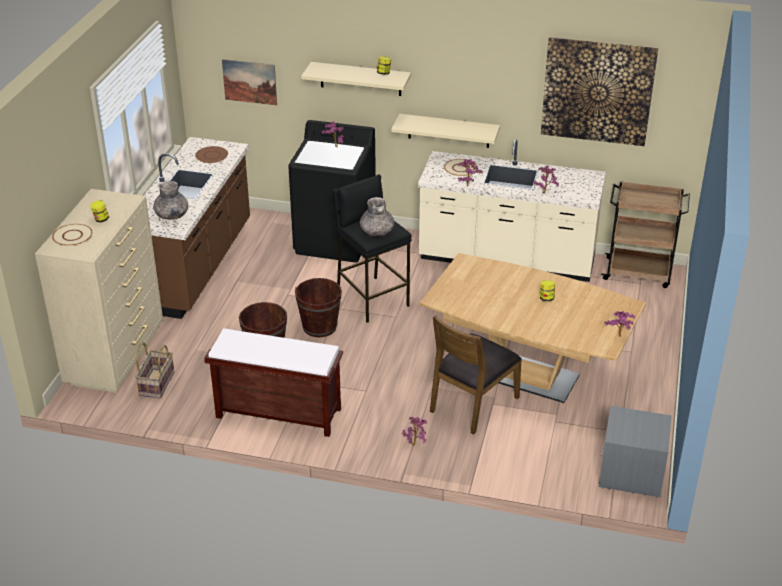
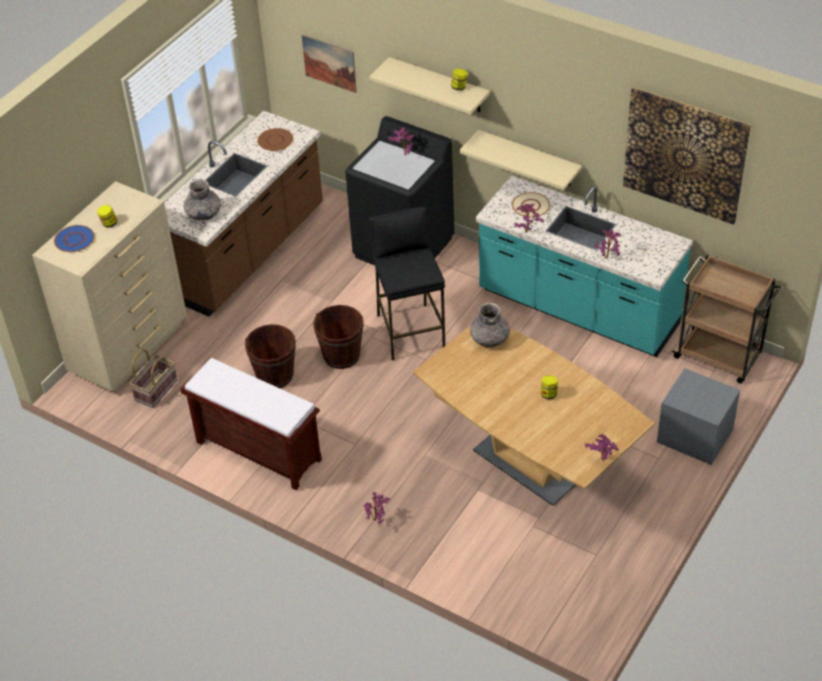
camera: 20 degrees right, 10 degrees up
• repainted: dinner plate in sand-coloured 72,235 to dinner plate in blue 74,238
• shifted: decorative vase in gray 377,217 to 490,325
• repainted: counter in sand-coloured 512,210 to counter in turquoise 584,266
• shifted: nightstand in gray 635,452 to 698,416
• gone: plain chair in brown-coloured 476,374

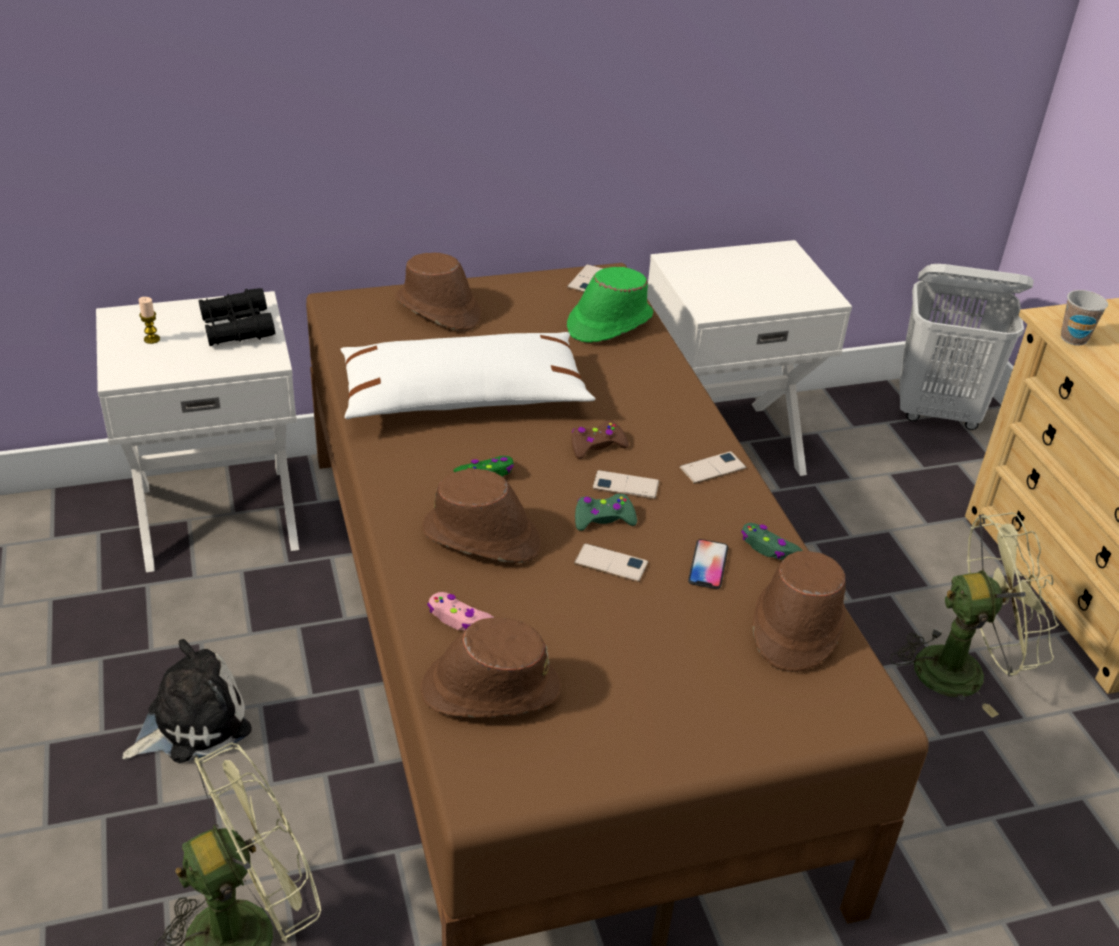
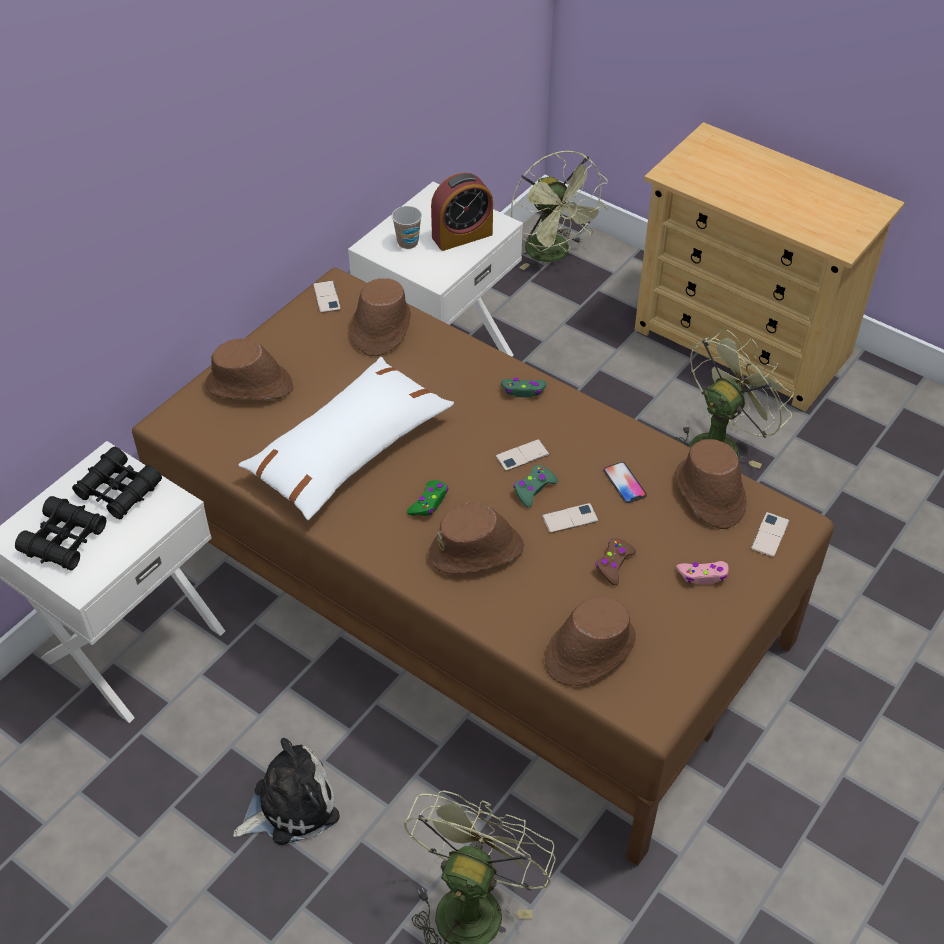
camera: 35 degrees left, 10 degrees up
• swapped: wax candle 149,320 to pair of binoculars in black-coloured 61,533
• rotated: soft toy 187,701 = 286,791 45 degrees clockwise
• repainted: clothing hat in greenish 610,305 to clothing hat in brown-coloured 381,317
• shifted: drinking cup 1084,318 to 407,227
• new: alarm clock 462,212
• shifted: joypad in greenish 772,541 to 523,387
• swapped: laundry basket in white 966,347 to fan in greenish 559,210
• shifted: joypad in brown-coloured 600,440 to 615,562
• shifted: joypad in pink-coloured 460,611 to 703,572
• shifted: telephone 712,467 to 770,534

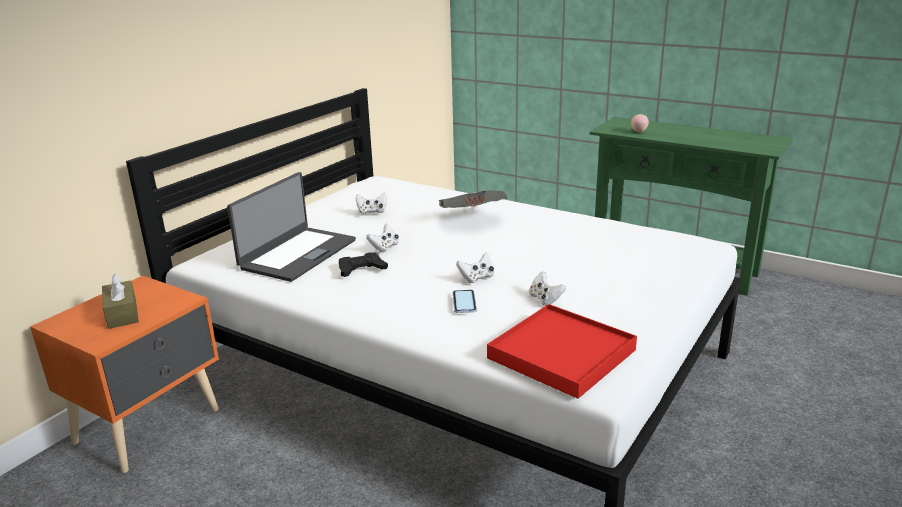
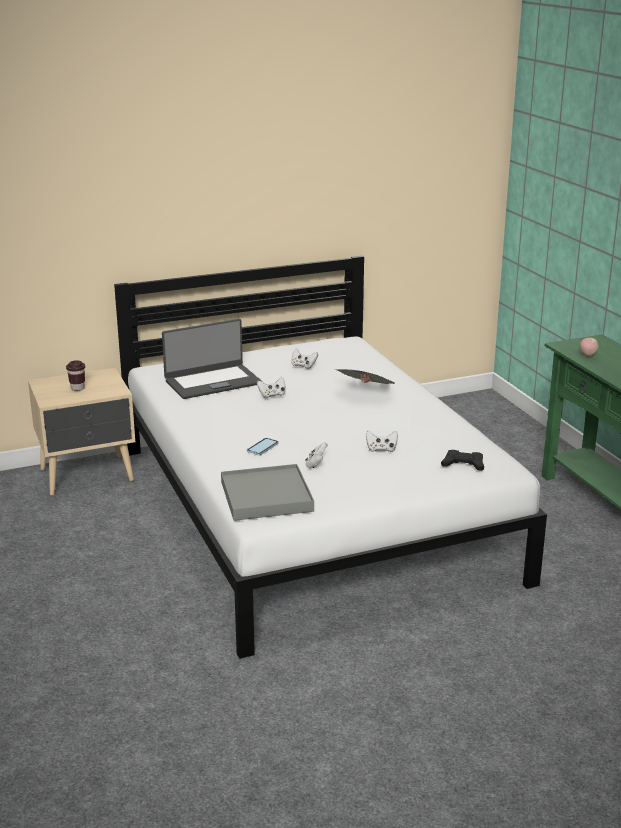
camera: 35 degrees right, 0 degrees up
• repainted: nightstand in orangey 124,374 to nightstand in sand-coloured 81,431
• swapped: tissue box in brown-coloured 120,301 to drinking cup in brown-coloured 75,375
• repainted: carrying tray in reddish 562,351 to carrying tray in gray 267,492
• shifted: joypad in white 475,267 to 382,441
• shifted: joypad in black-coloured 363,264 to 462,460

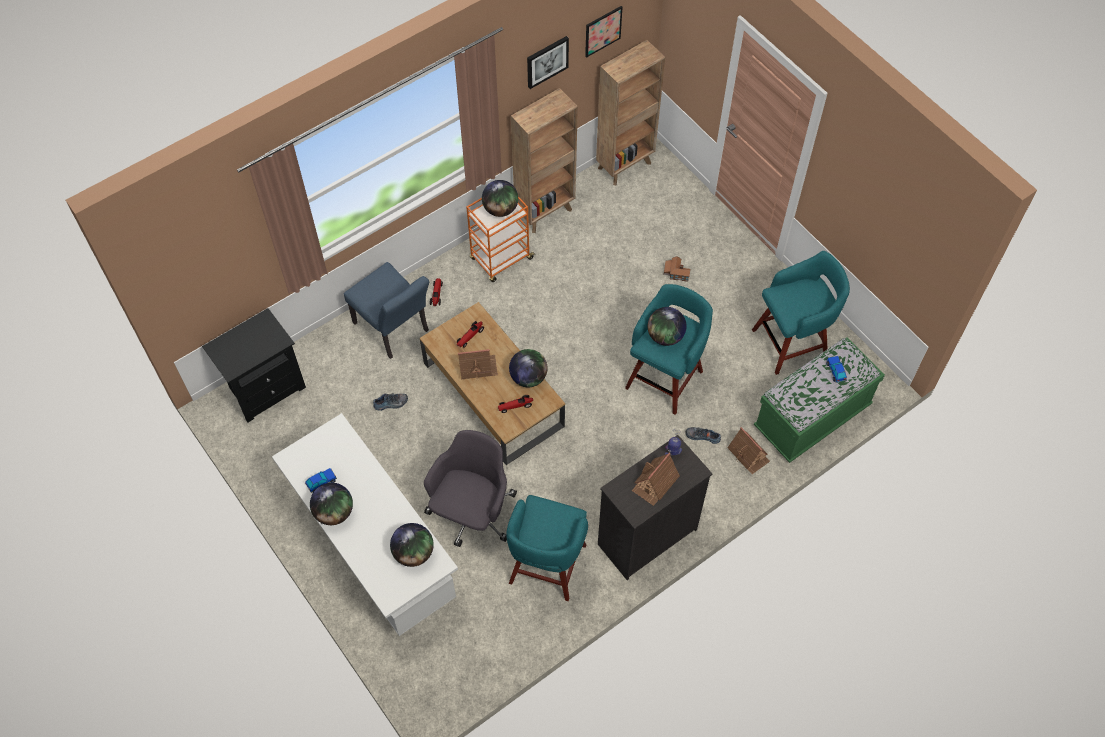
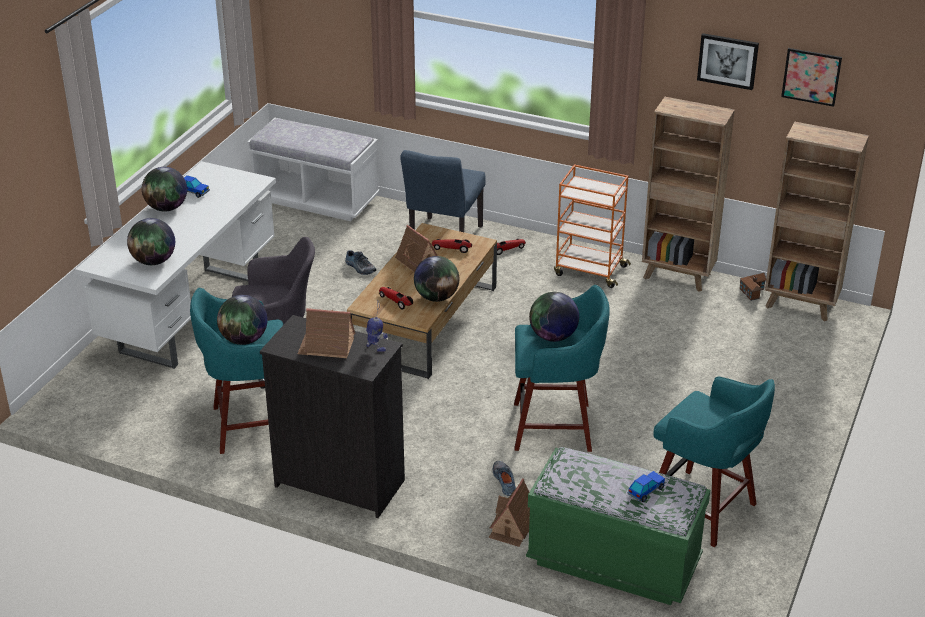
camera: 60 degrees right, 25 degrees down
• shifted: desk globe 500,198 to 242,320
• swapped: nightstand in black-coloured 254,365 to indoor bench in white 313,169
• shifted: toy house 677,269 to 753,287

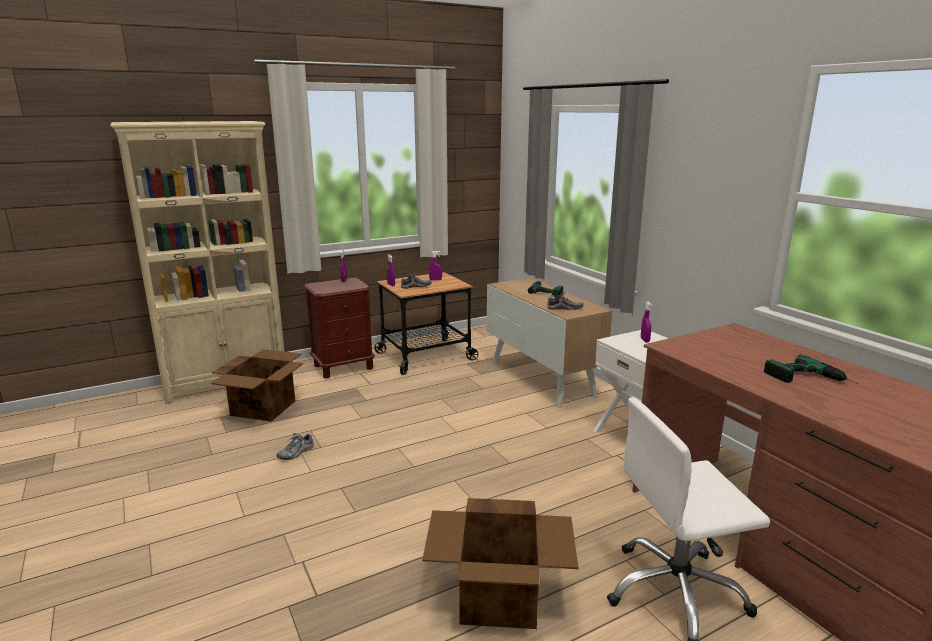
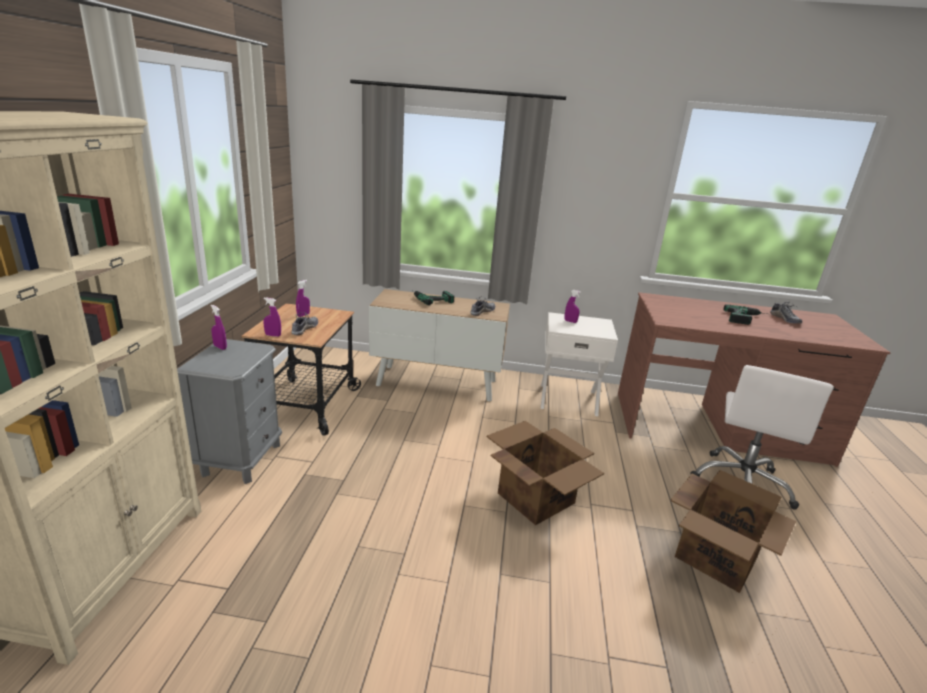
camera: 55 degrees left, 5 degrees up
• repainted: nightstand in brown-coloured 339,328 to nightstand in gray 229,411
• shifted: cardboard box 257,385 to 545,473
• shifted: item of footwear 295,446 to 786,312

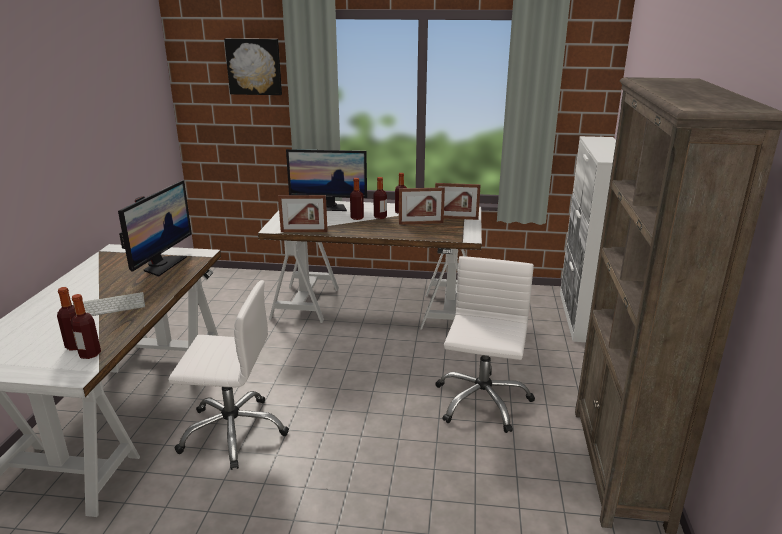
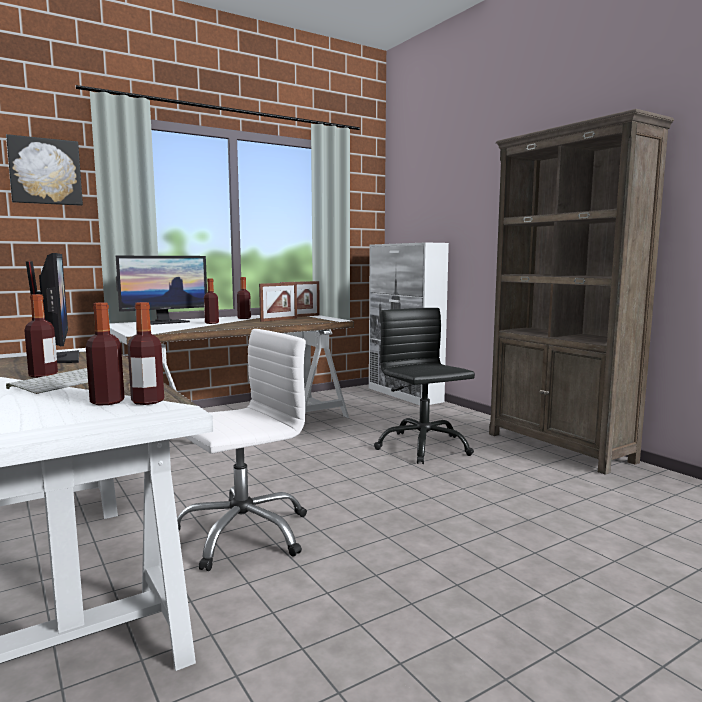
camera: 40 degrees left, 15 degrees down
• shifted: bottle 380,198 to 41,336
• repainted: office chair in white 485,344 to office chair in black-coloured 424,386
• gone: photo frame 303,213

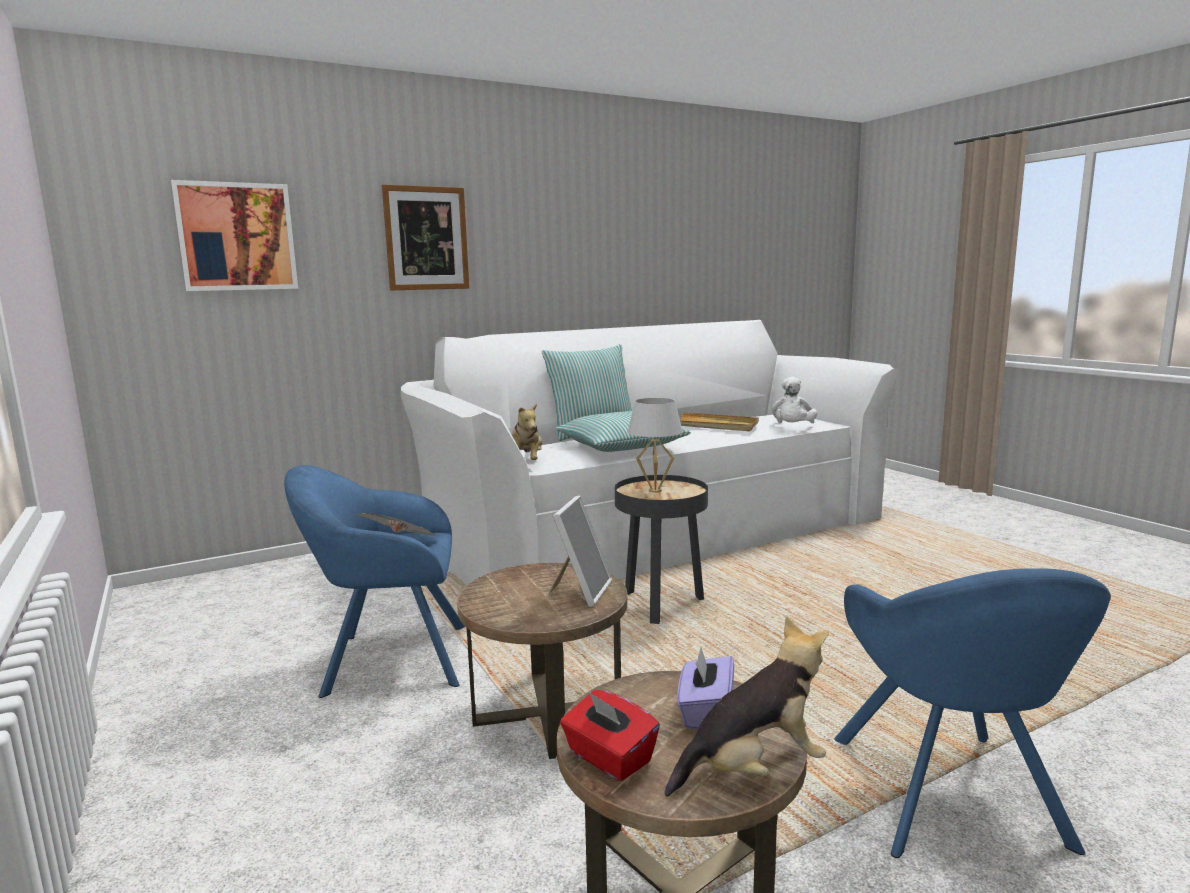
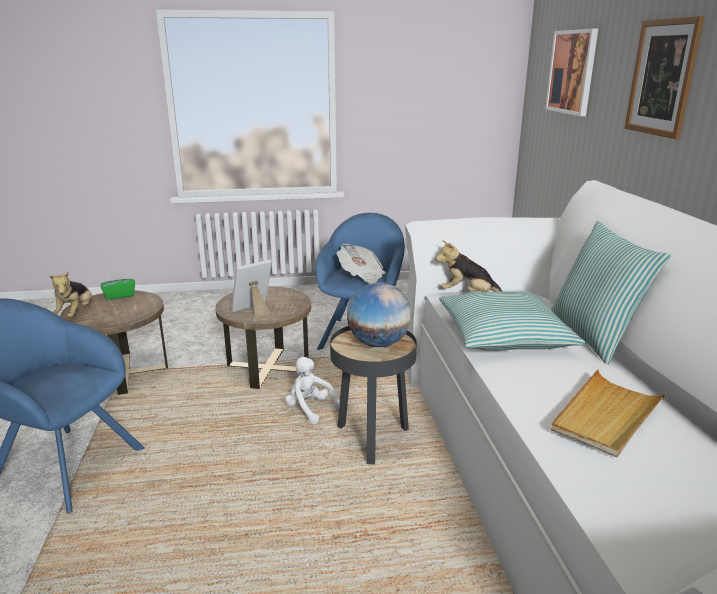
camera: 110 degrees right, 10 degrees up
• repainted: tissue box in reddish 610,735 to tissue box in greenish 118,285
• rotated: photo frame 580,551 = 251,289 105 degrees clockwise
• shifted: soft toy in white 794,400 to 312,390
• swapped: tabletop lamp in white 655,445 to desk globe 379,315
• gone: tissue box in purple 706,689

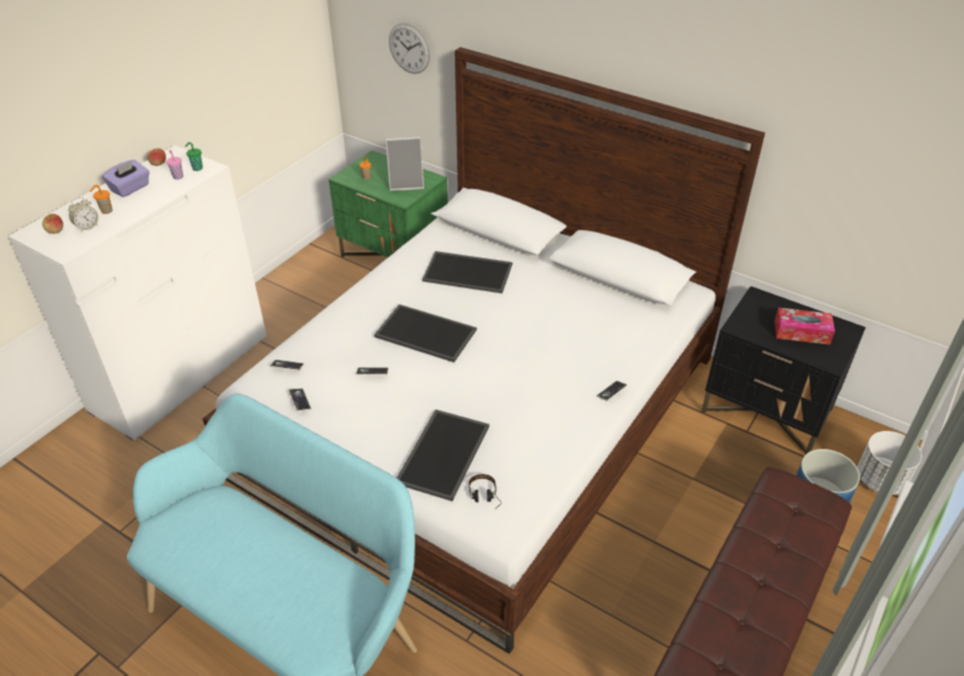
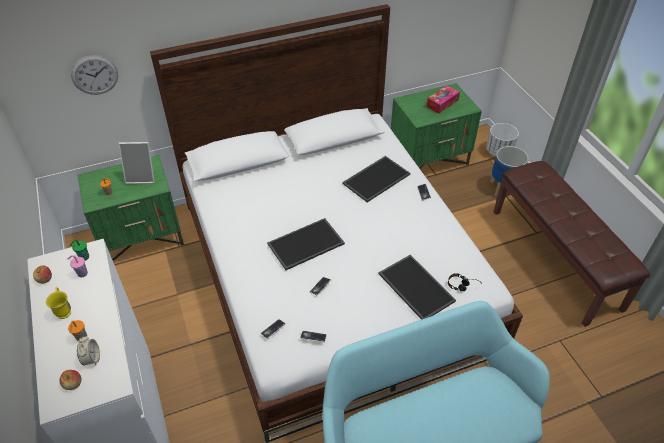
camera: 55 degrees left, 5 degrees up
• swapped: tissue box in purple 126,178 to tea mug in yellowish 58,303
• rotated: photo frame 405,164 = 136,163 60 degrees clockwise
• shifted: carrying tray 467,272 to 376,179
• repainted: nightstand in black-coloured 784,370 to nightstand in greenish 436,126

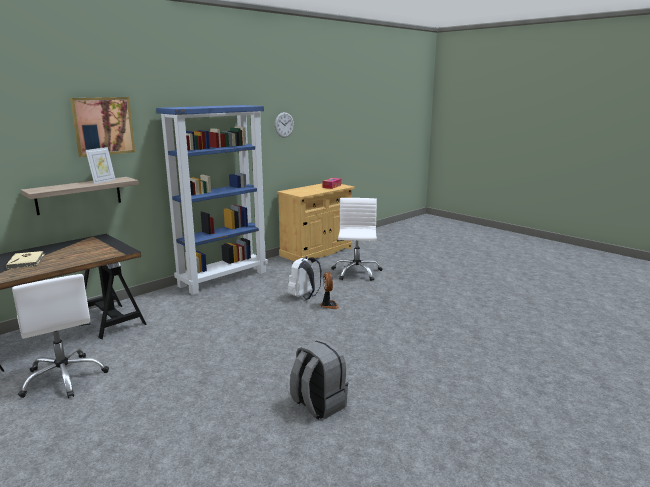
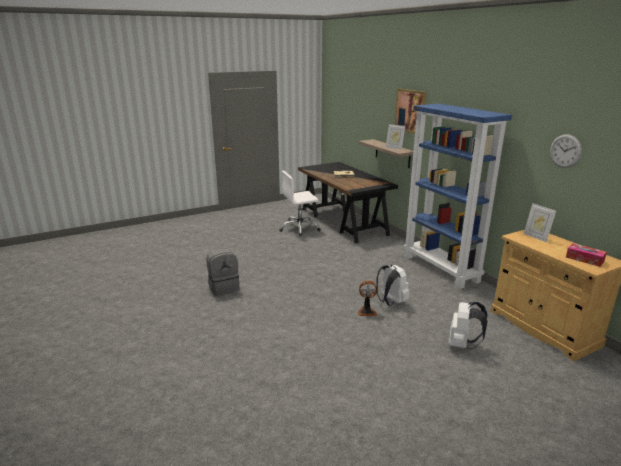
camera: 105 degrees right, 5 degrees up
• swapped: office chair in white 357,239 to knapsack in white 468,325
• new: photo frame 539,222

